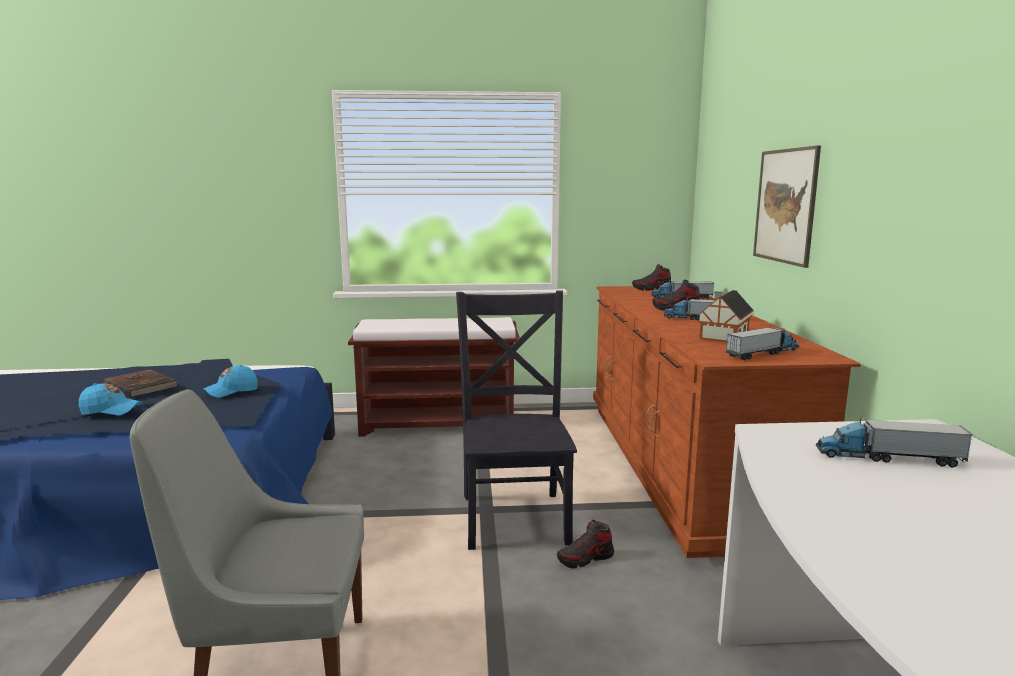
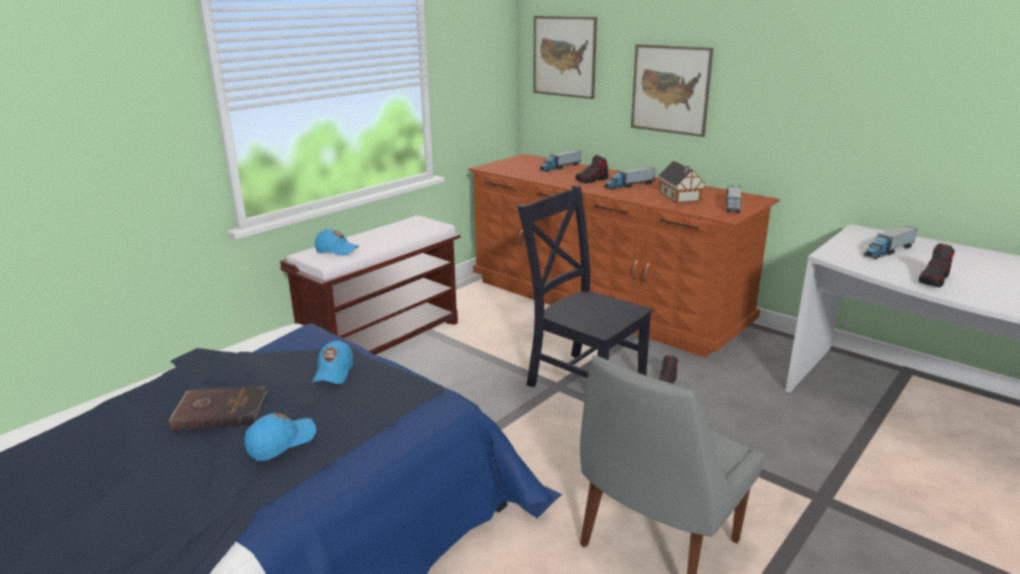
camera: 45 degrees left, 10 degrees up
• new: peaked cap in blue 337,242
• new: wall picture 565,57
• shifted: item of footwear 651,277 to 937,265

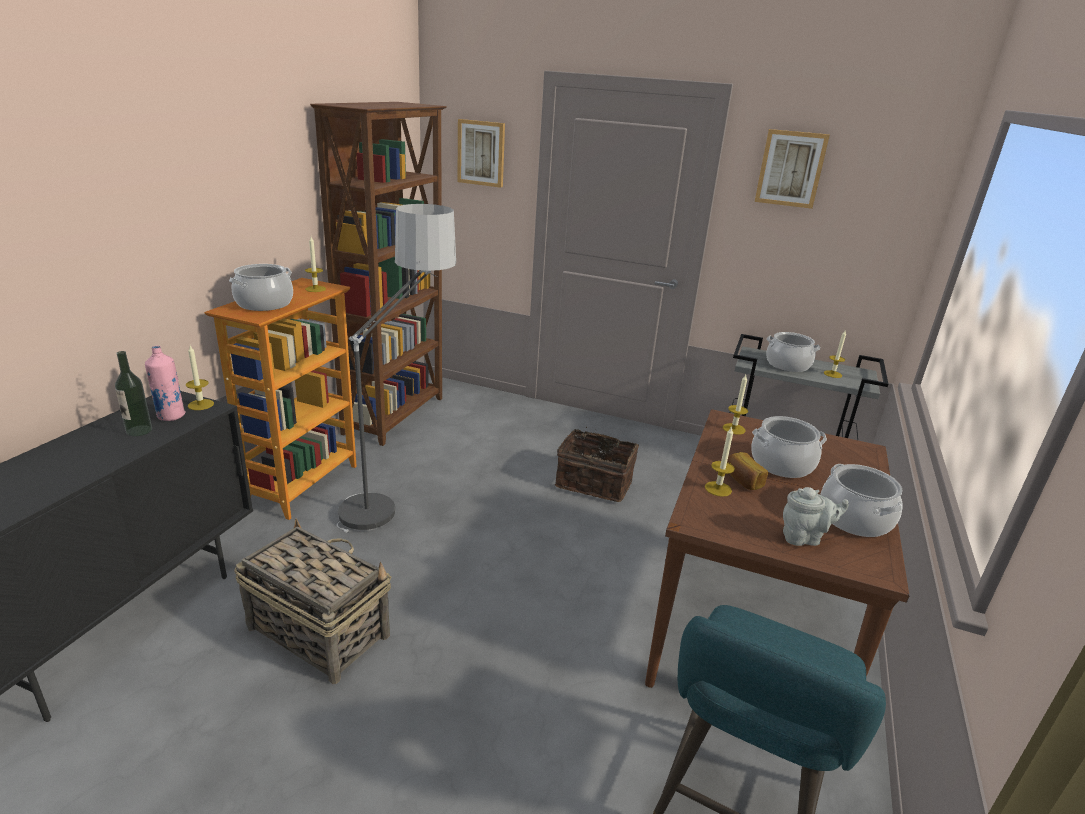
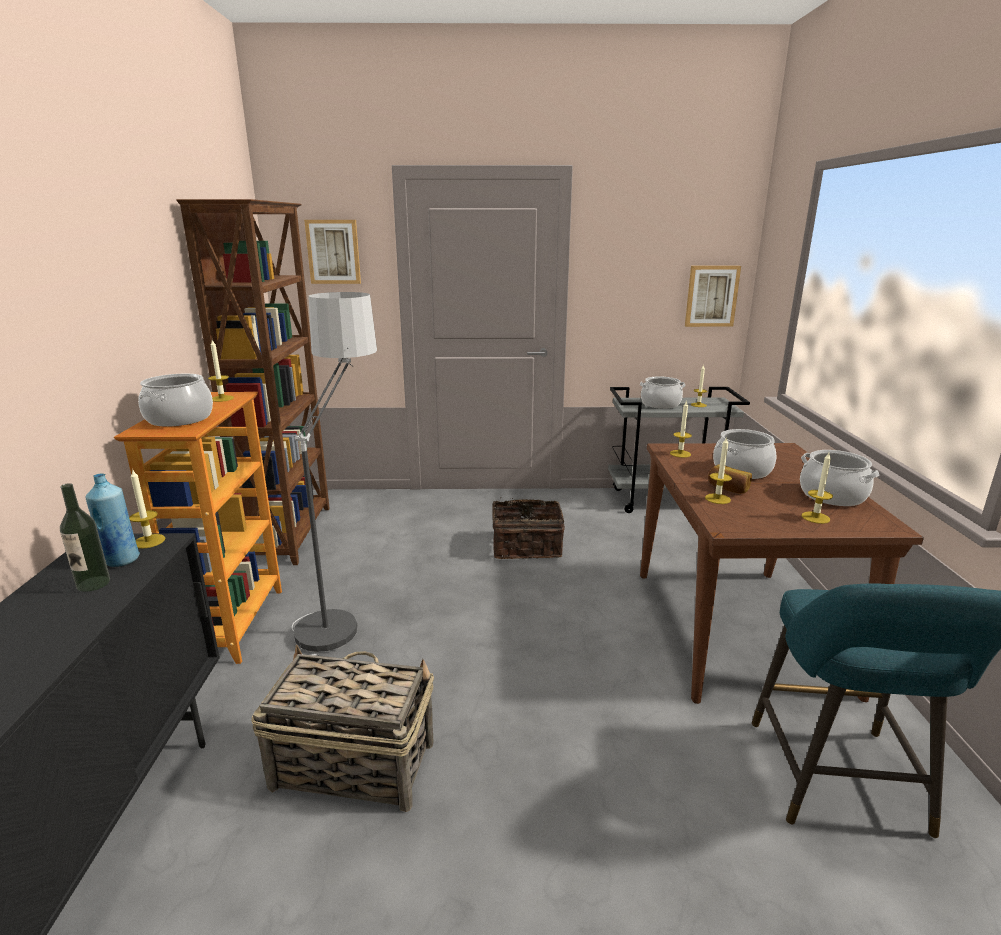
camera: 20 degrees left, 5 degrees down
• repainted: bottle in pink-coloured 165,383 to bottle in blue 113,520
• shifted: wall picture 792,169 to 713,296
• swapped: teapot in gray 816,516 to wax candle 817,488

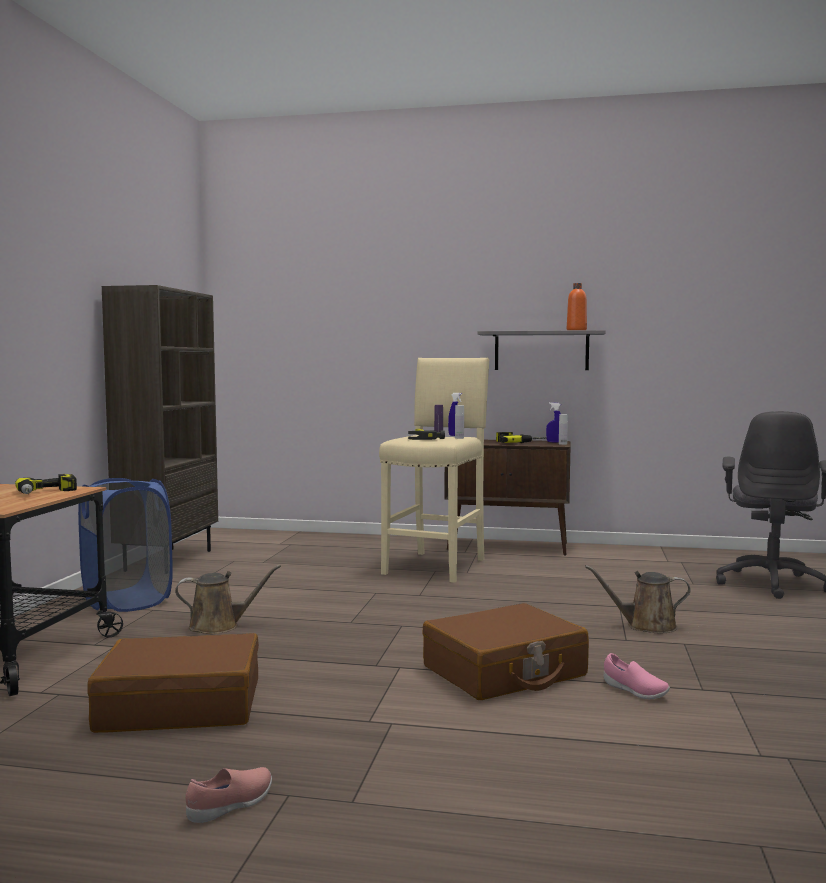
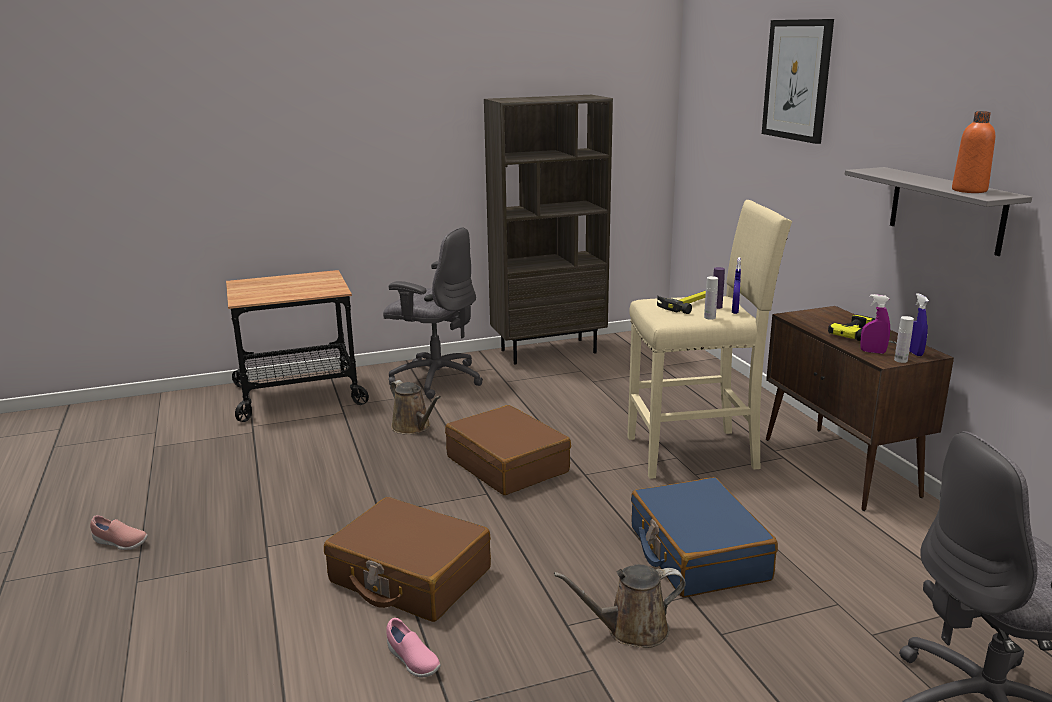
camera: 60 degrees right, 15 degrees up
• swapped: laundry basket in blue 125,545 to office chair in gray 433,313
• rotated: item of footwear in pink-coloured 637,676 = 413,647 60 degrees counterclockwise
• shifted: travel case in brown-coloured 173,683 to 508,450
• rotated: watering pot in brown-coloured 638,599 = 620,606 75 degrees counterclockwise
• new: travel case in blue 704,537
• new: wall picture 798,81
• new: hand sprayer in purple 875,324
• gone: power drill 46,484

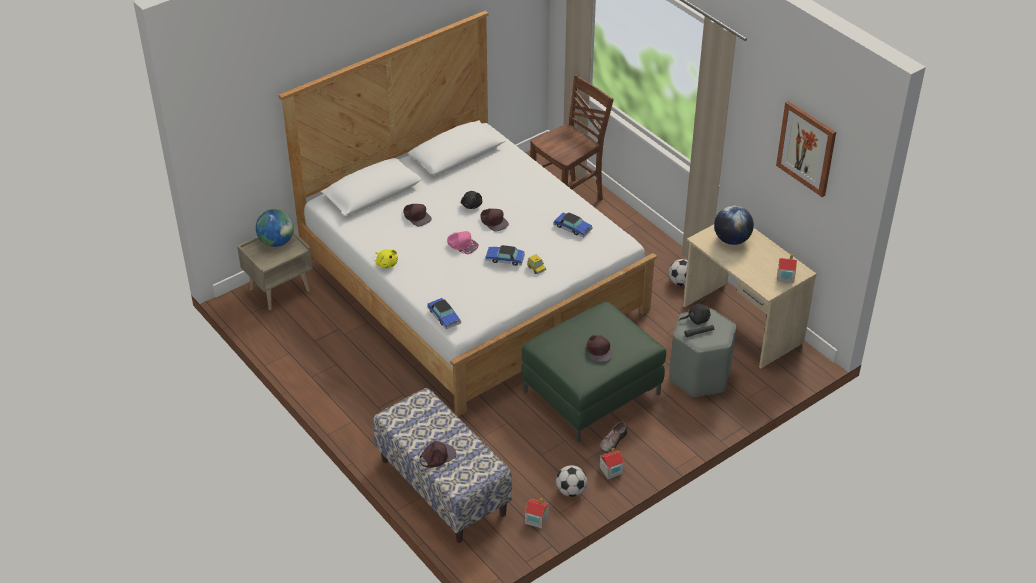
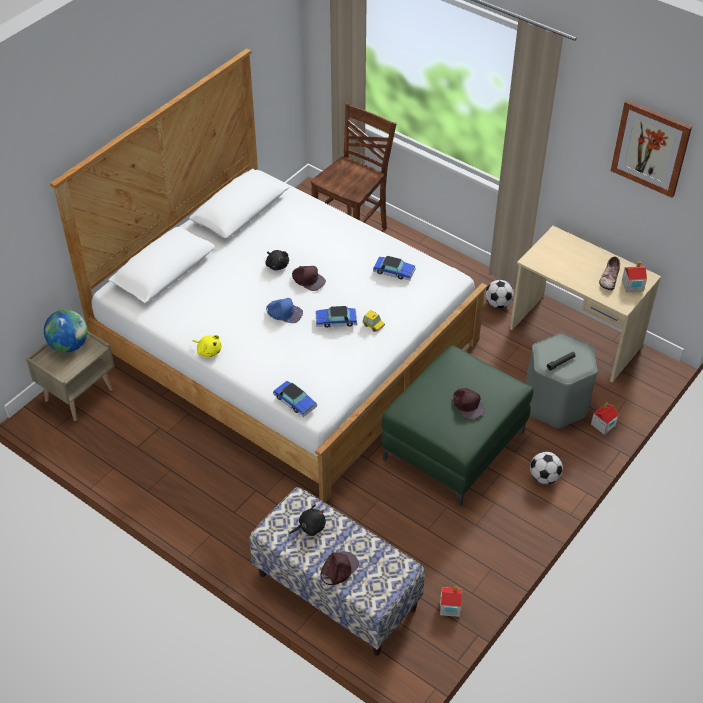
camera: 15 degrees left, 5 degrees up
• repainted: peaked cap in pink-coloured 463,242 to peaked cap in blue 284,310
• shifted: soft toy in black-coloured 694,312 to 308,520
• shifted: football ball 571,481 to 546,468
• shifted: toy house 612,463 to 605,418
• shifted: item of footwear 613,437 to 609,273
• gone: peaked cap in brown-coloured 417,215
• gone: desk globe 734,225

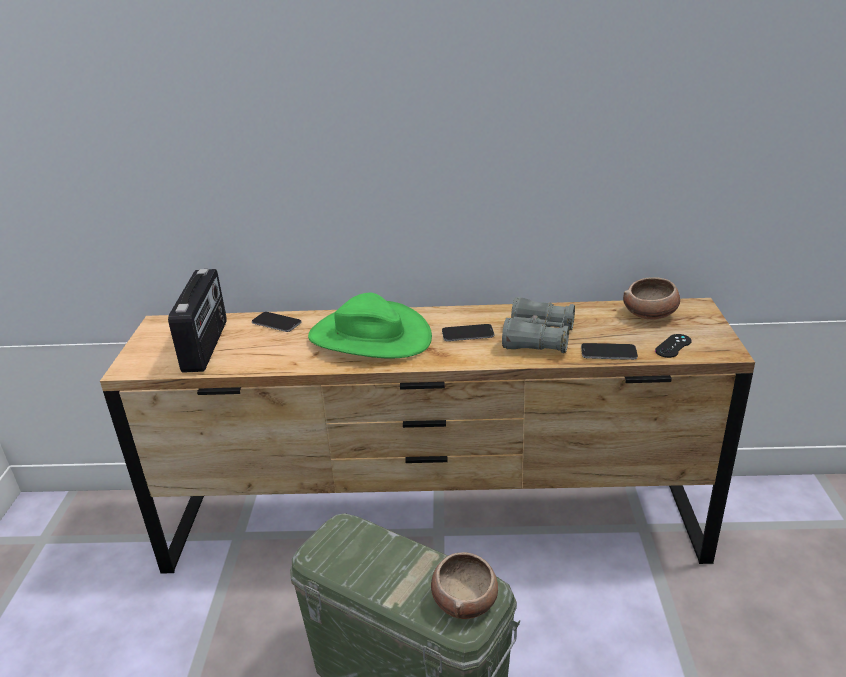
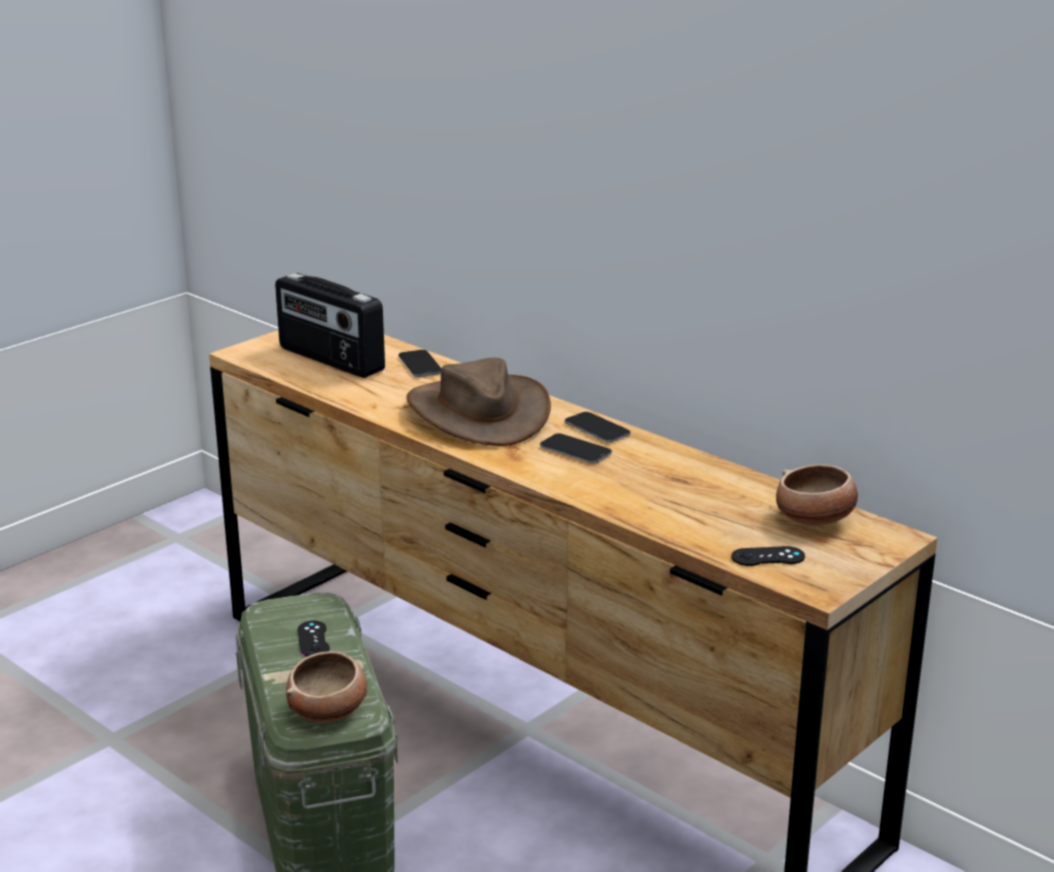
camera: 40 degrees right, 5 degrees down
• rotated: radio 197,321 = 330,325 90 degrees clockwise
• new: joypad in black-coloured 314,639
• repainted: clothing hat in greenish 370,326 to clothing hat in brown-coloured 478,401
• shifted: telephone 609,351 to 598,427
• gone: pair of binoculars in gray 538,325

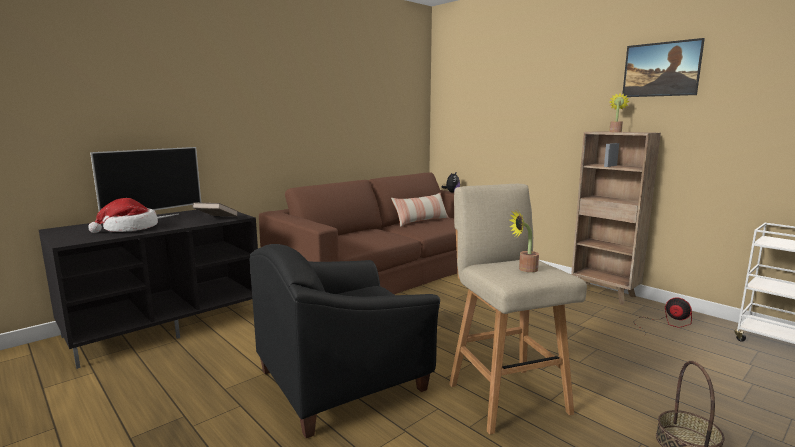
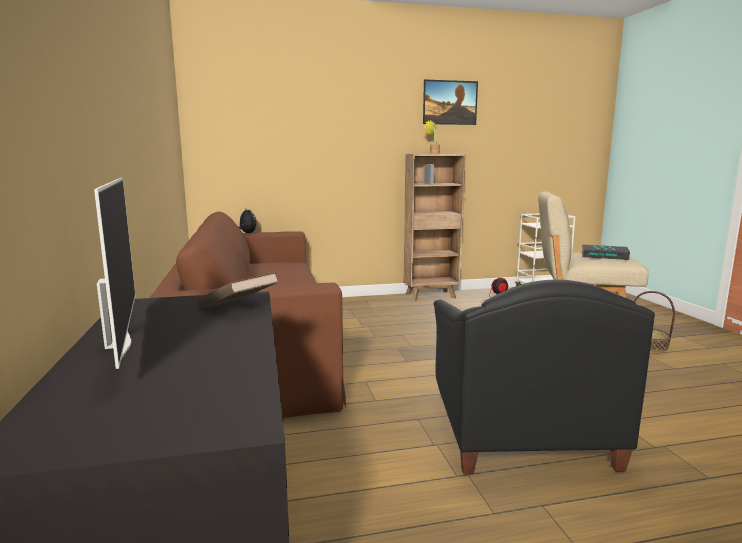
camera: 60 degrees left, 0 degrees up
• swapped: houseplant 524,241 to bound book 605,252
• gone: clothing hat 123,215
• gone: throw pillow 420,210

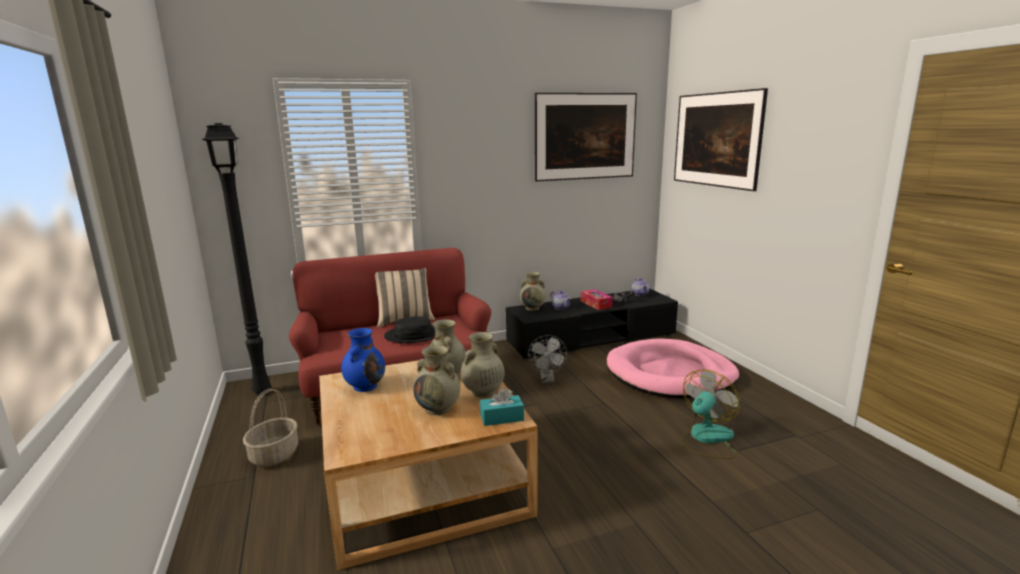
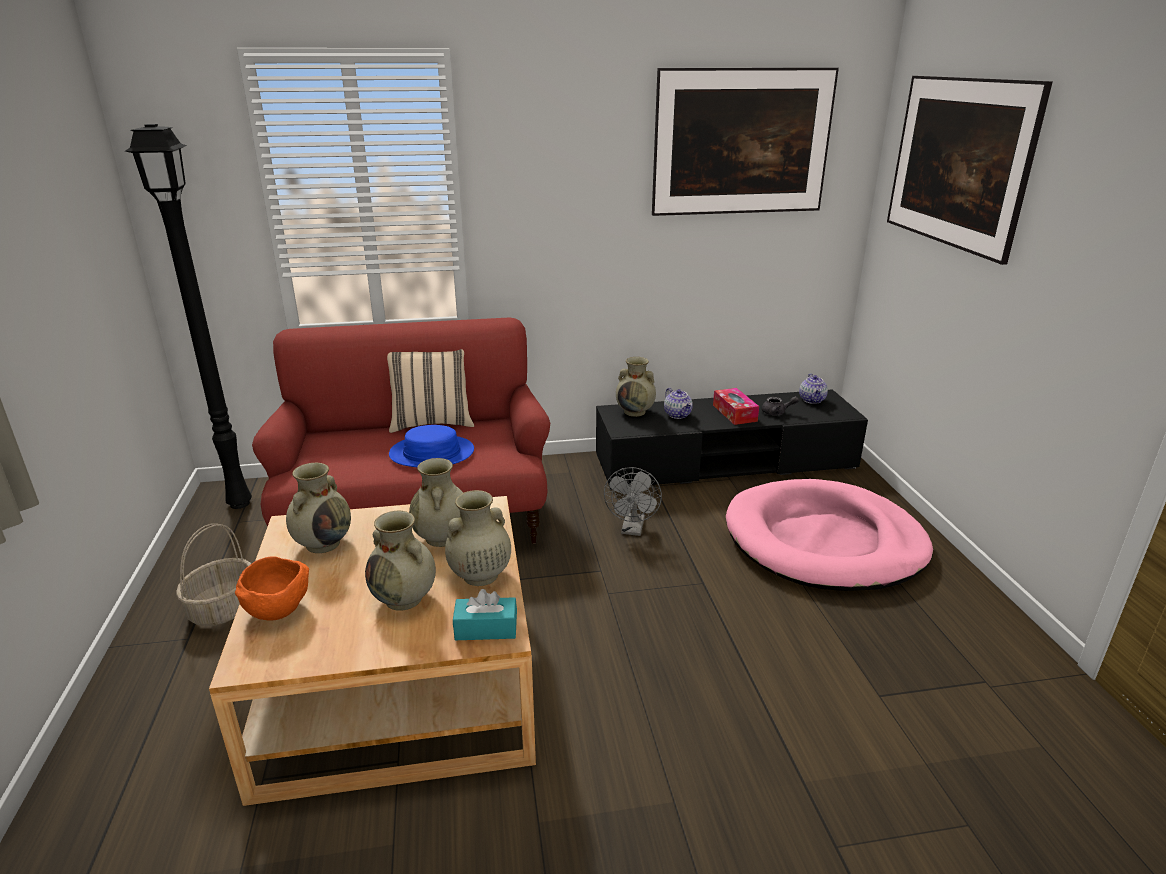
camera: 10 degrees right, 10 degrees up
• new: serving bowl in orangey 272,588
• repainted: decorative vase in blue 363,360 to decorative vase in sand-coloured 318,508
• repainted: clothing hat in black-coloured 409,329 to clothing hat in blue 431,446
• gone: fan 710,414

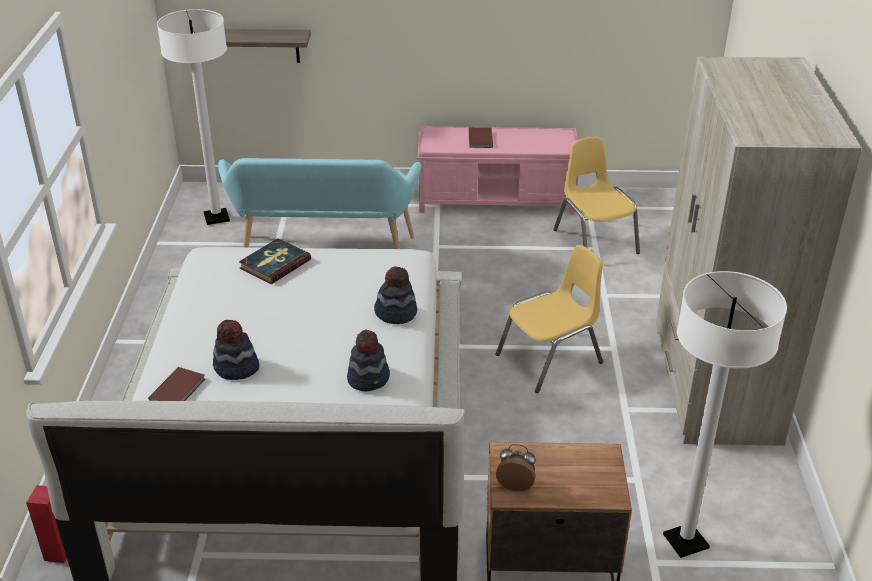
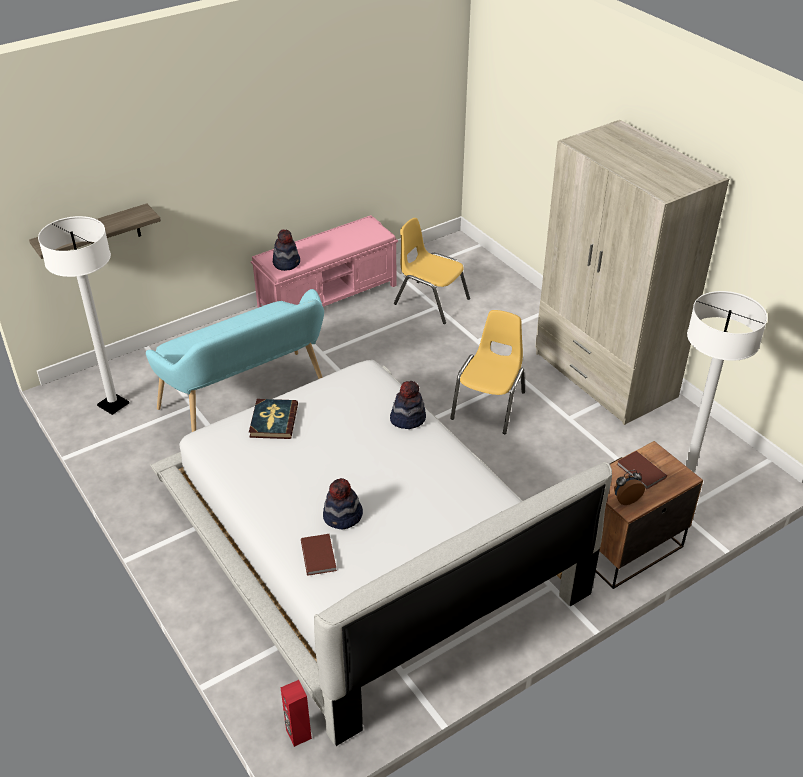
camera: 35 degrees left, 5 degrees up
• shifted: clothing hat 368,360 to 286,250
• shifted: bound book in brown-coloured 481,137 to 642,470

